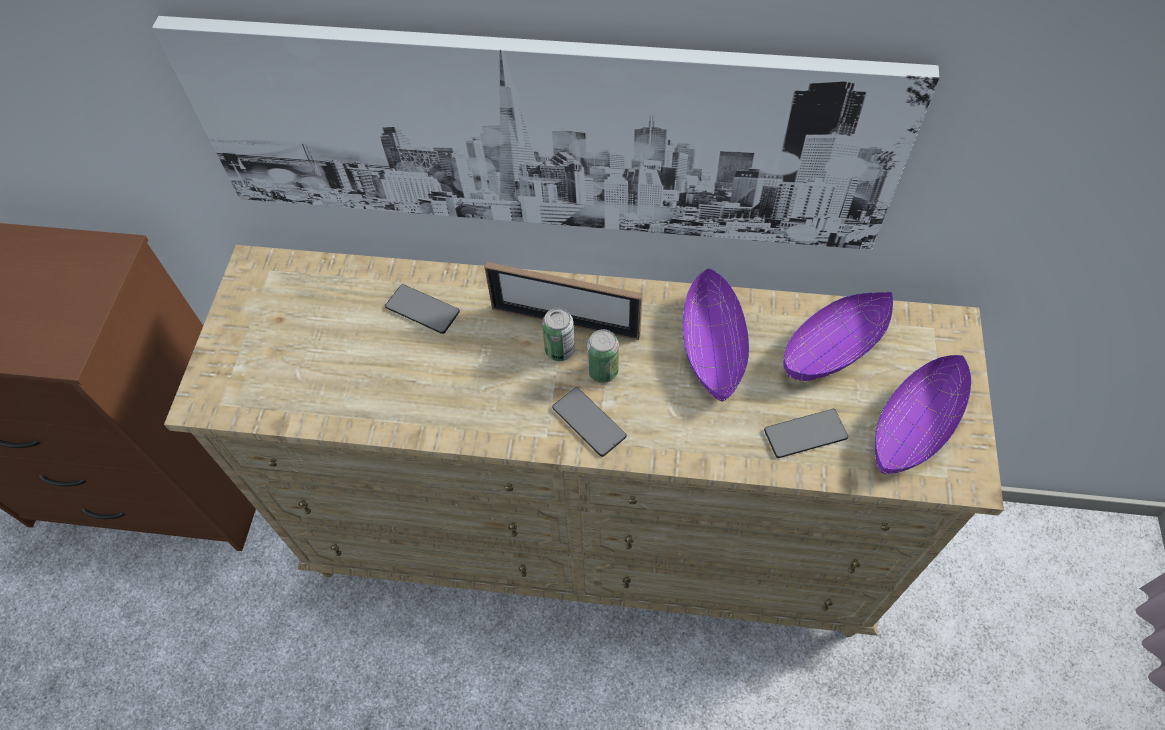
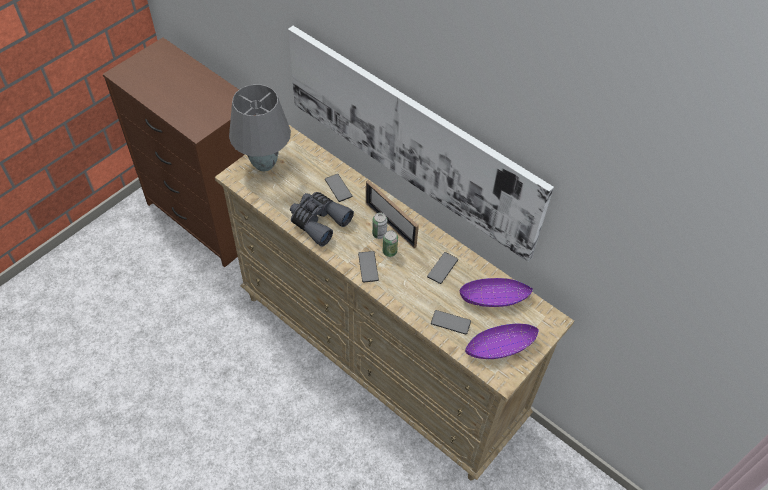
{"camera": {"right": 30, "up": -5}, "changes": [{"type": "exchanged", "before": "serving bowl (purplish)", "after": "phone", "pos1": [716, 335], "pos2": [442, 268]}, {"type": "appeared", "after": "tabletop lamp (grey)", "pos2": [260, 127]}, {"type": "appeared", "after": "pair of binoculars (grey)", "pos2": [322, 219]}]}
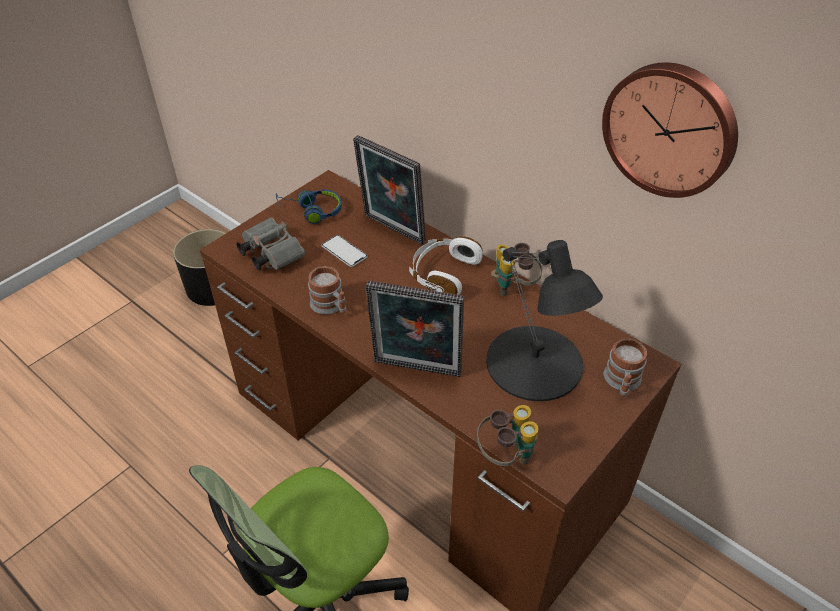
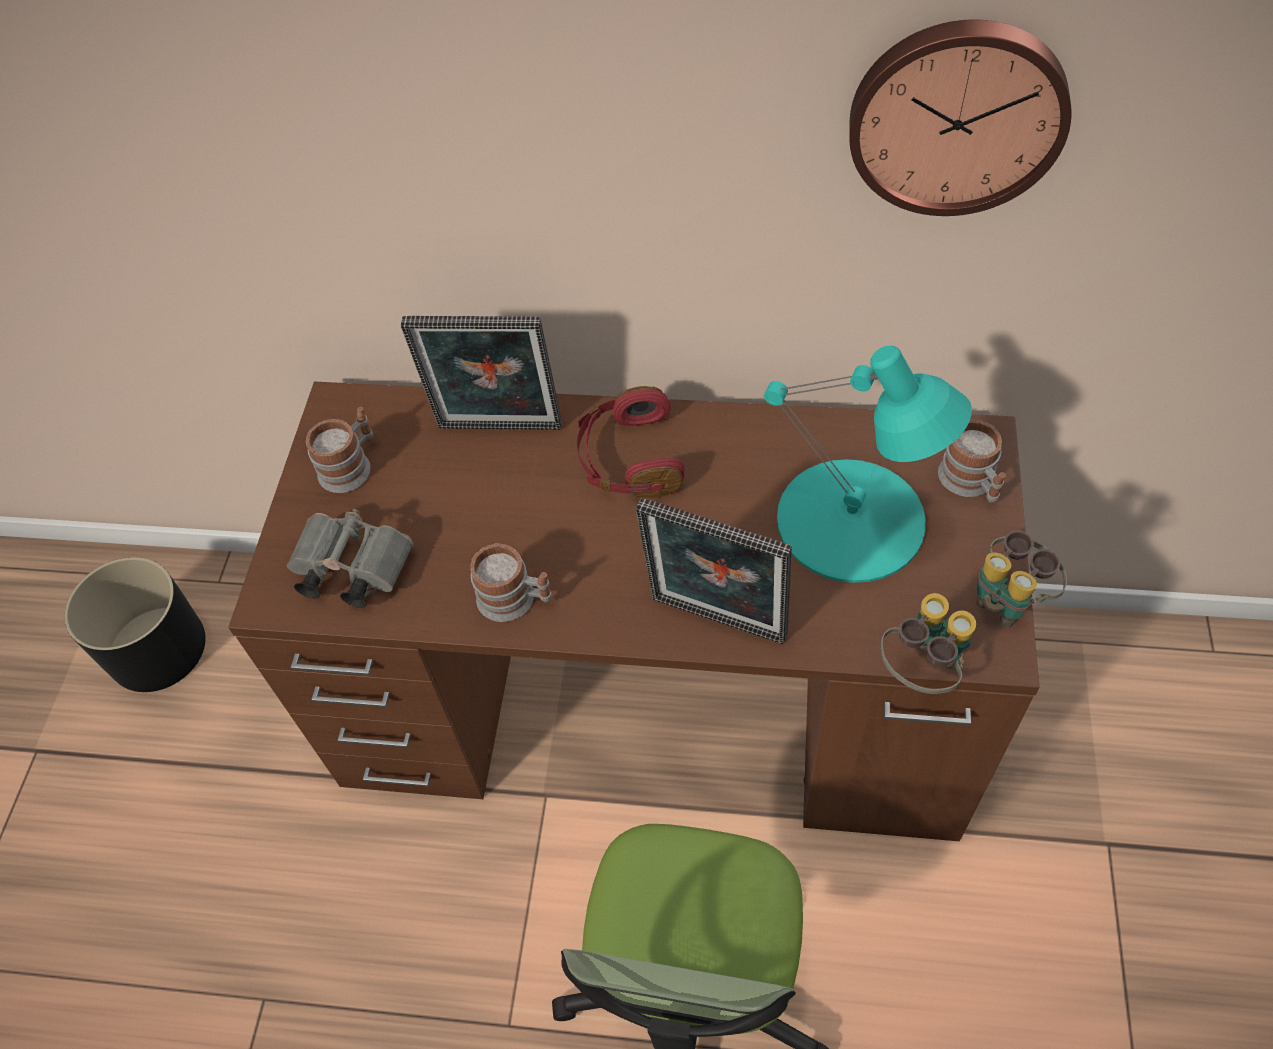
{"camera": {"right": -30, "up": 10}, "changes": [{"type": "exchanged", "before": "headphones (blue-coloured)", "after": "coffee mug", "pos1": [309, 206], "pos2": [339, 450]}, {"type": "missing", "before": "phone", "pos1": [345, 251]}, {"type": "colour", "before": "headphones (white-coloured)", "after": "headphones (red-coloured)", "pos1": [446, 265], "pos2": [630, 442]}, {"type": "colour", "before": "tabletop lamp (black)", "after": "tabletop lamp (turquoise)", "pos1": [544, 320], "pos2": [868, 464]}, {"type": "relocated", "before": "pair of binoculars", "pos1": [516, 269], "pos2": [1021, 579]}, {"type": "spun", "before": "photo frame", "pos1": [415, 329], "pos2": [714, 571], "turn": 45}]}
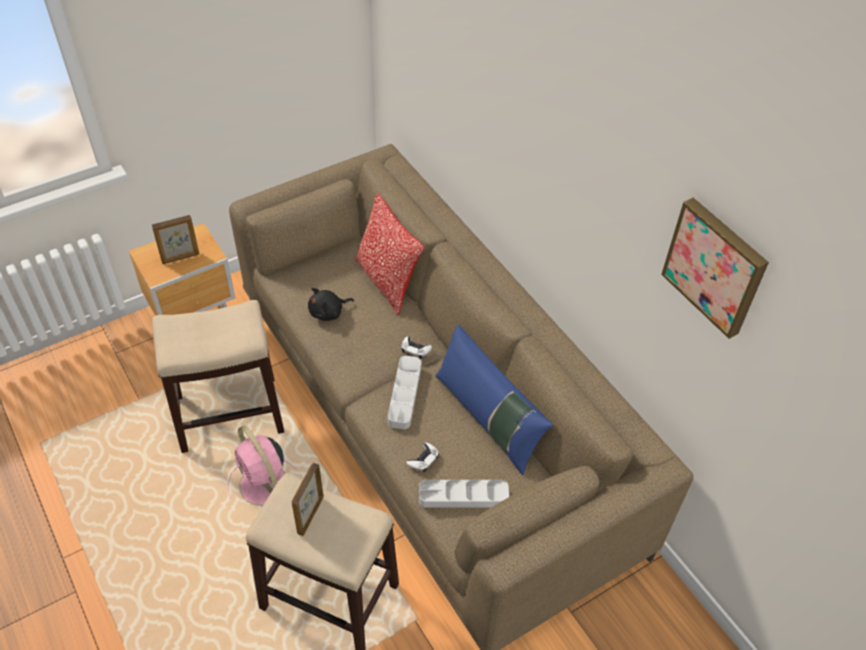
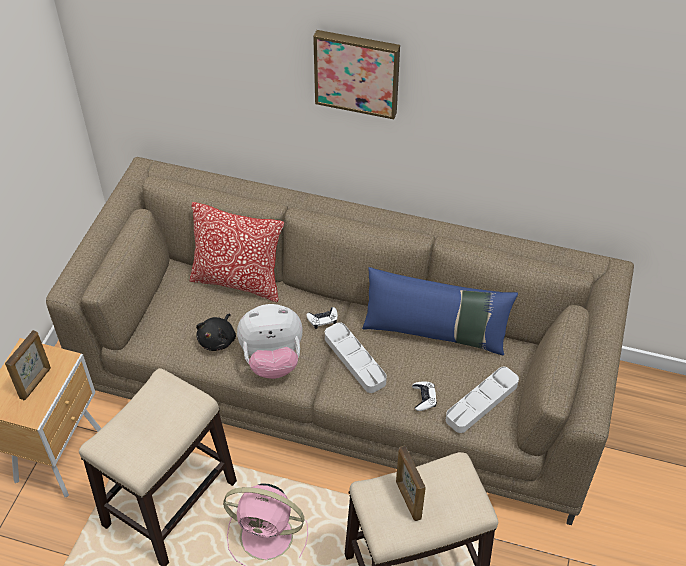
{"camera": {"right": -40, "up": 0}, "changes": [{"type": "relocated", "before": "picture", "pos1": [715, 268], "pos2": [356, 74]}, {"type": "appeared", "after": "cuddly toy", "pos2": [270, 341]}]}
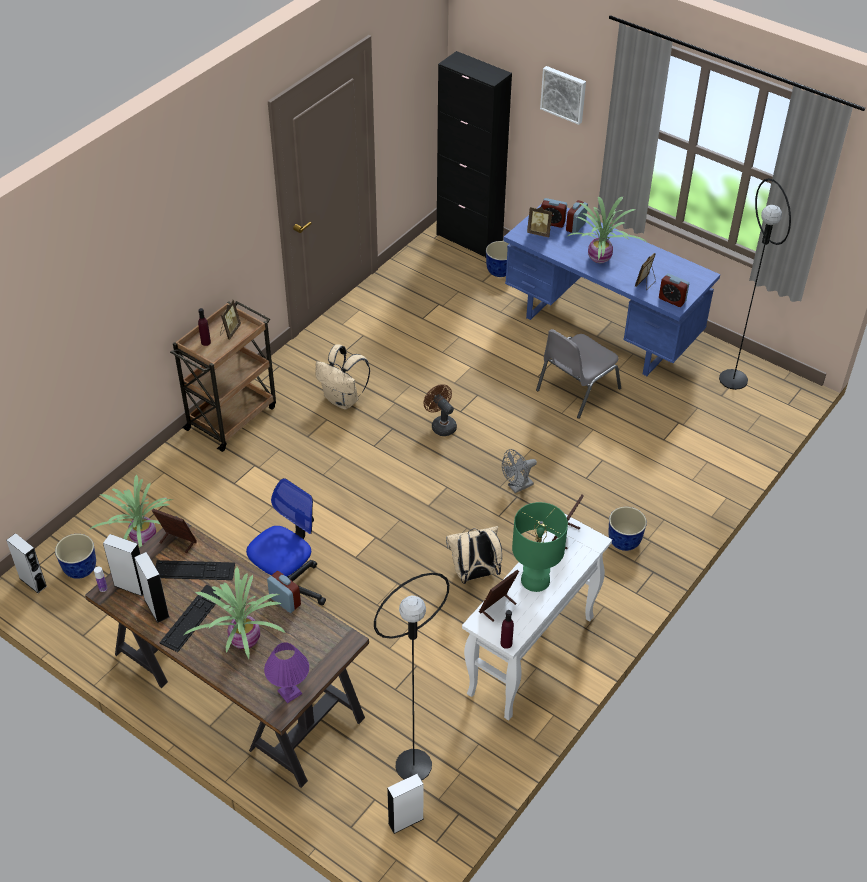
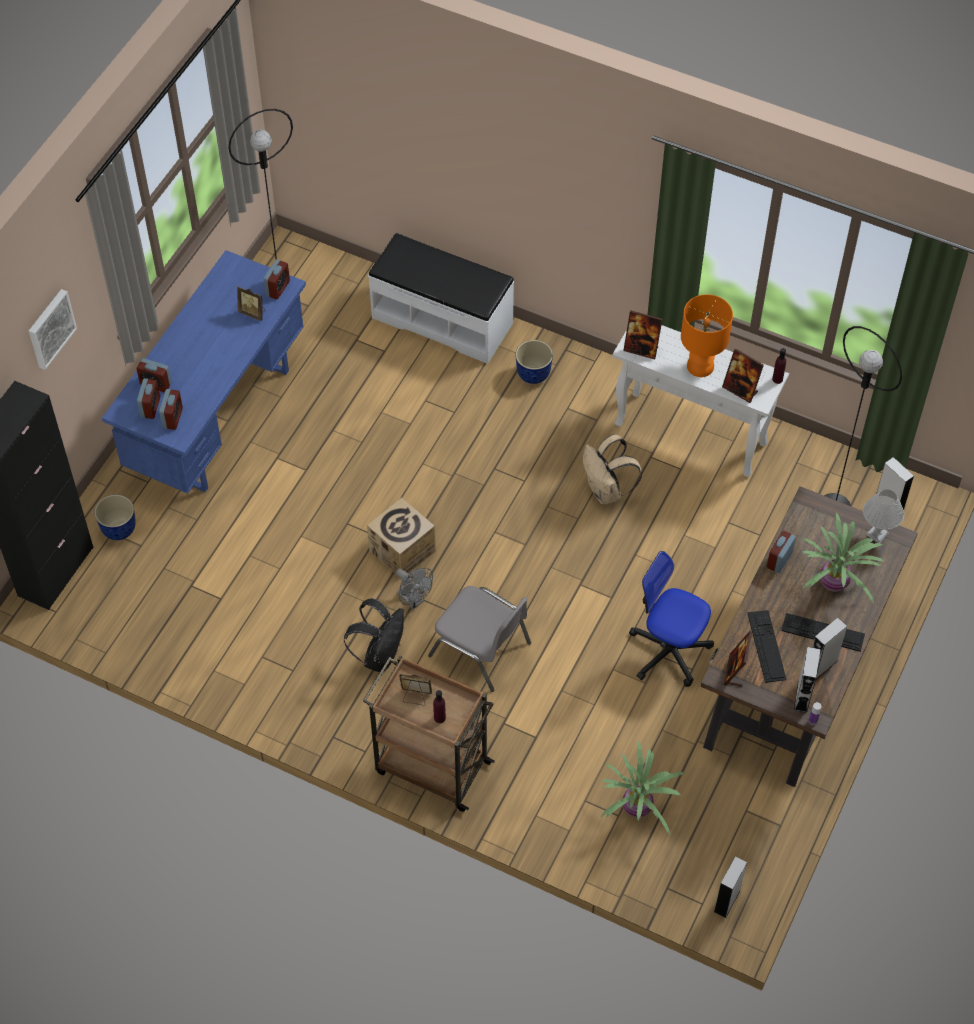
{"camera": {"right": -100, "up": 10}, "changes": [{"type": "missing", "before": "plant in a pot", "pos1": [607, 229]}, {"type": "exchanged", "before": "photo frame", "after": "bedside clock", "pos1": [540, 222], "pos2": [171, 409]}, {"type": "relocated", "before": "upright chair (grey)", "pos1": [578, 374], "pos2": [479, 639]}, {"type": "colour", "before": "knapsack (beige)", "after": "knapsack (black)", "pos1": [342, 377], "pos2": [374, 635]}, {"type": "exchanged", "before": "electric fan (brown)", "after": "packing box", "pos1": [440, 410], "pos2": [401, 535]}, {"type": "relocated", "before": "electric fan (grey)", "pos1": [519, 471], "pos2": [414, 588]}, {"type": "colour", "before": "tabletop lamp (green)", "after": "tabletop lamp (orange)", "pos1": [540, 547], "pos2": [707, 335]}, {"type": "missing", "before": "plant pot", "pos1": [75, 556]}, {"type": "colour", "before": "tabletop lamp (purplish)", "after": "tabletop lamp (white-coloured)", "pos1": [286, 672], "pos2": [883, 516]}, {"type": "appeared", "after": "long seat (white-coloured)", "pos2": [441, 298]}]}
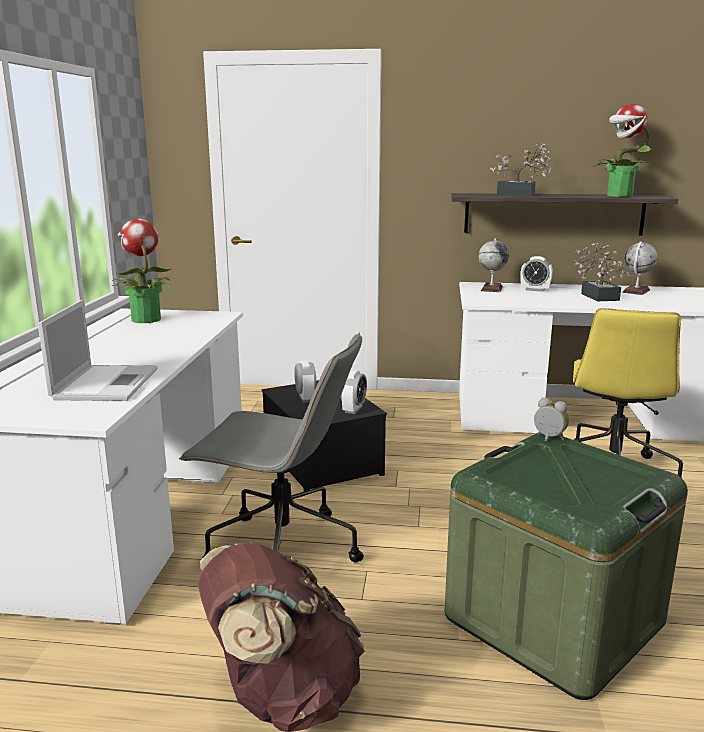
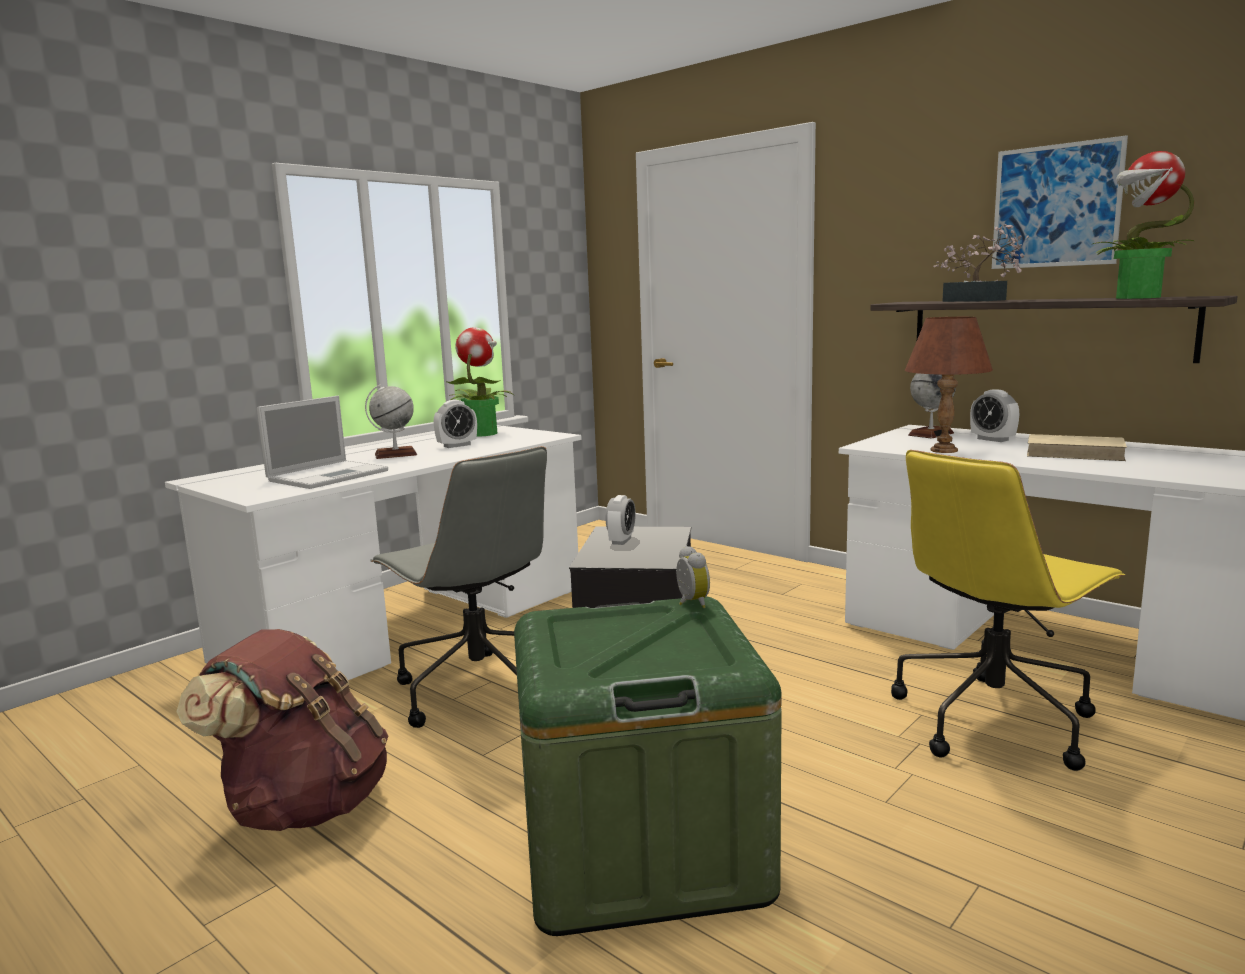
{"camera": {"right": 35, "up": -5}, "changes": [{"type": "relocated", "before": "desk globe", "pos1": [639, 268], "pos2": [391, 422]}, {"type": "exchanged", "before": "plant in a pot", "after": "book (beige)", "pos1": [602, 272], "pos2": [1077, 447]}, {"type": "relocated", "before": "bedside clock", "pos1": [354, 392], "pos2": [455, 424]}, {"type": "appeared", "after": "picture", "pos2": [1060, 202]}, {"type": "appeared", "after": "tabletop lamp (brown)", "pos2": [949, 385]}]}
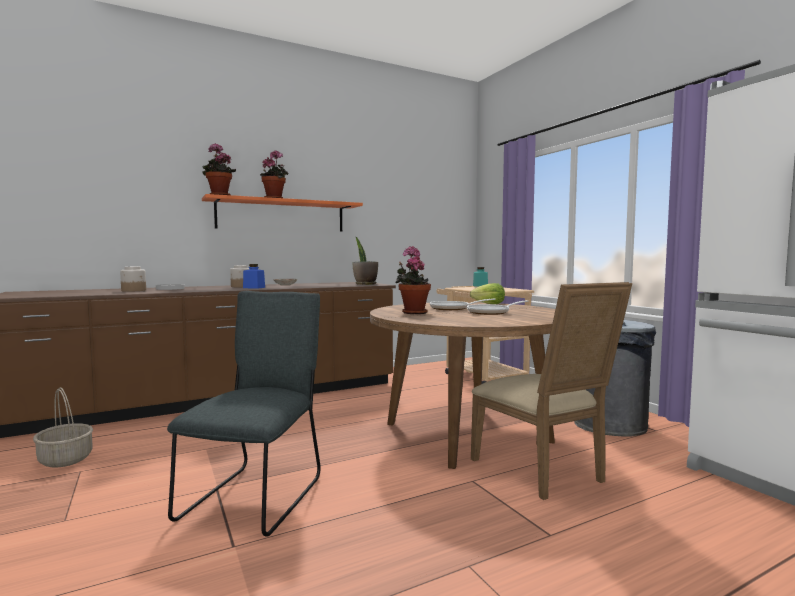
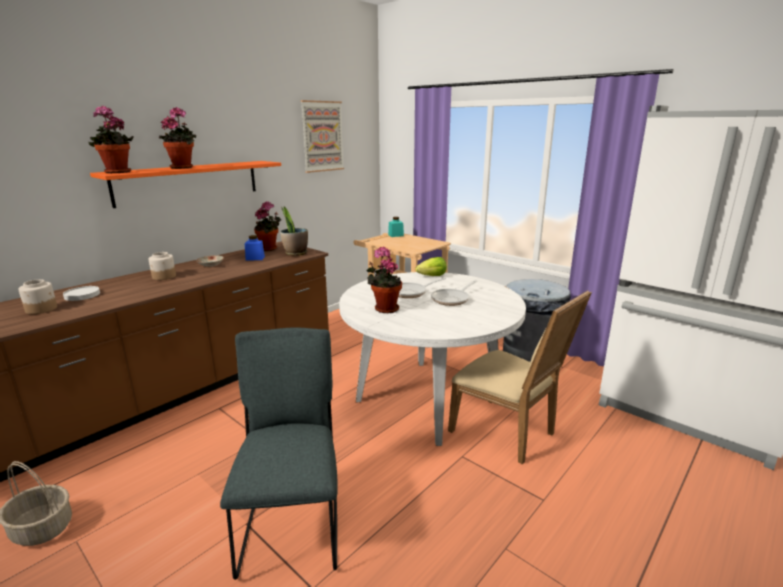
{"camera": {"right": -20, "up": 15}, "changes": [{"type": "relocated", "before": "preserve jar (blue-coloured)", "pos1": [254, 276], "pos2": [255, 248]}, {"type": "colour", "before": "dining table (brown)", "after": "dining table (white-coloured)", "pos1": [462, 385], "pos2": [432, 359]}, {"type": "appeared", "after": "picture", "pos2": [322, 136]}, {"type": "appeared", "after": "plant in a pot", "pos2": [267, 226]}]}
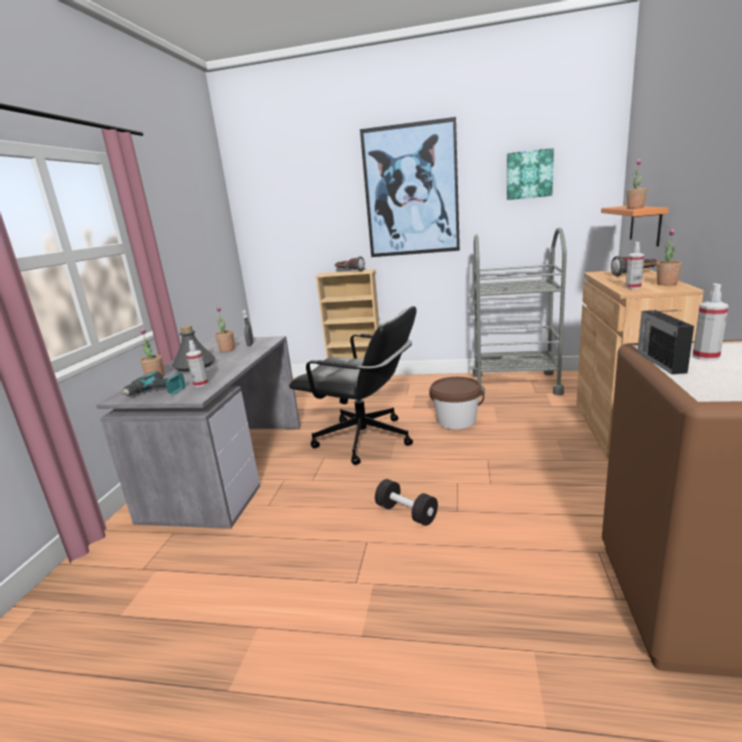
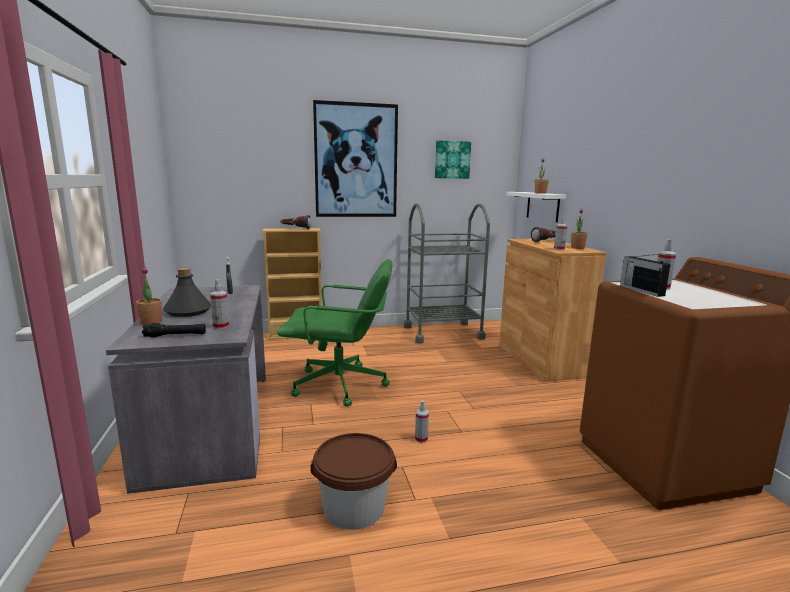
{"camera": {"right": -25, "up": -5}, "changes": [{"type": "colour", "before": "shelf (orange)", "after": "shelf (white-coloured)", "pos1": [635, 226], "pos2": [536, 207]}, {"type": "missing", "before": "plant in a pot", "pos1": [225, 329]}, {"type": "colour", "before": "office chair (black)", "after": "office chair (green)", "pos1": [353, 385], "pos2": [334, 333]}, {"type": "exchanged", "before": "electric drill", "after": "torch (black)", "pos1": [153, 383], "pos2": [174, 330]}, {"type": "relocated", "before": "bucket (brown)", "pos1": [456, 403], "pos2": [353, 481]}, {"type": "exchanged", "before": "free weight (black)", "after": "sprayer", "pos1": [406, 502], "pos2": [422, 421]}]}
